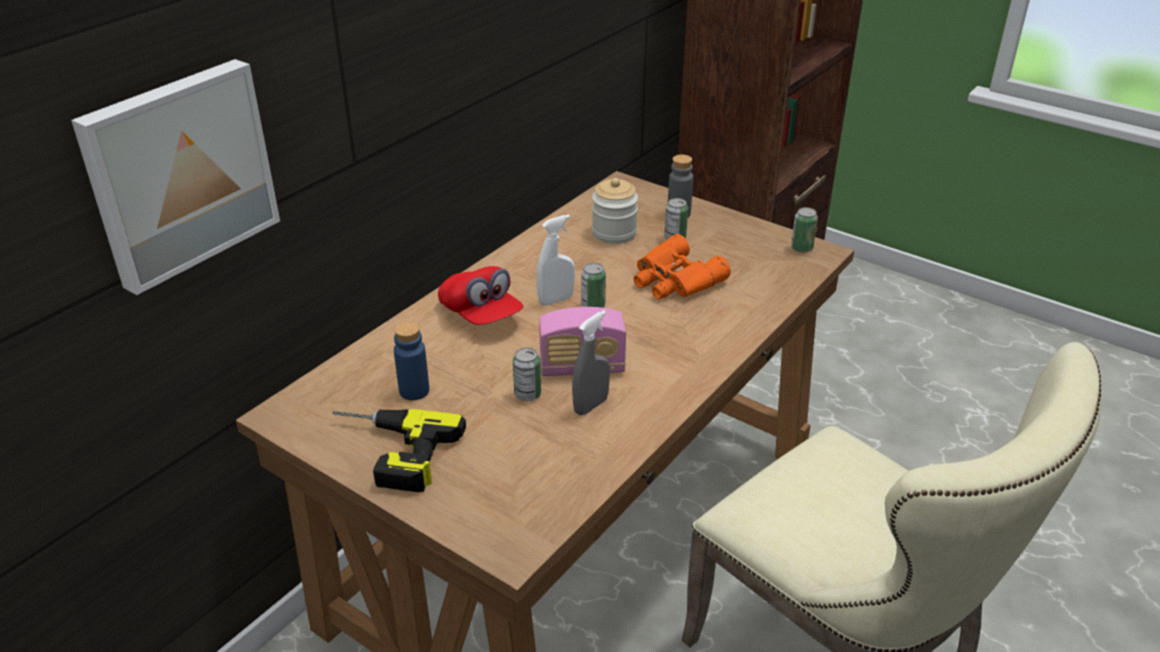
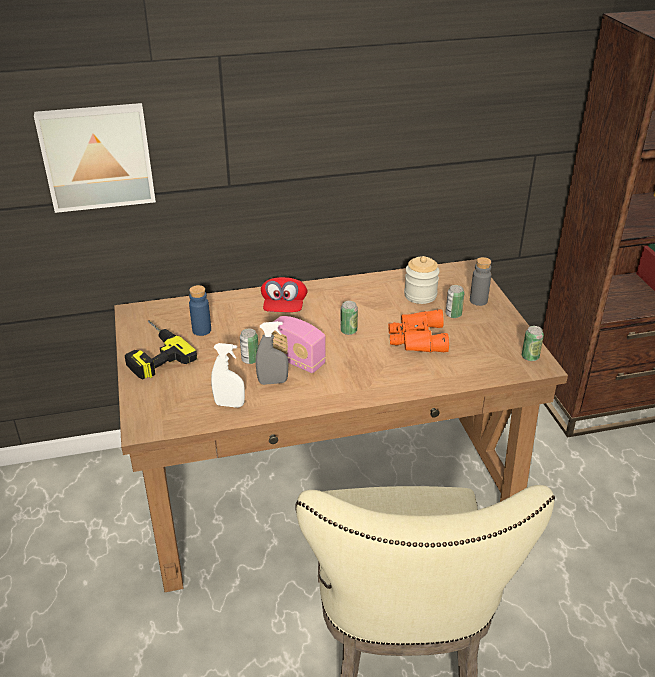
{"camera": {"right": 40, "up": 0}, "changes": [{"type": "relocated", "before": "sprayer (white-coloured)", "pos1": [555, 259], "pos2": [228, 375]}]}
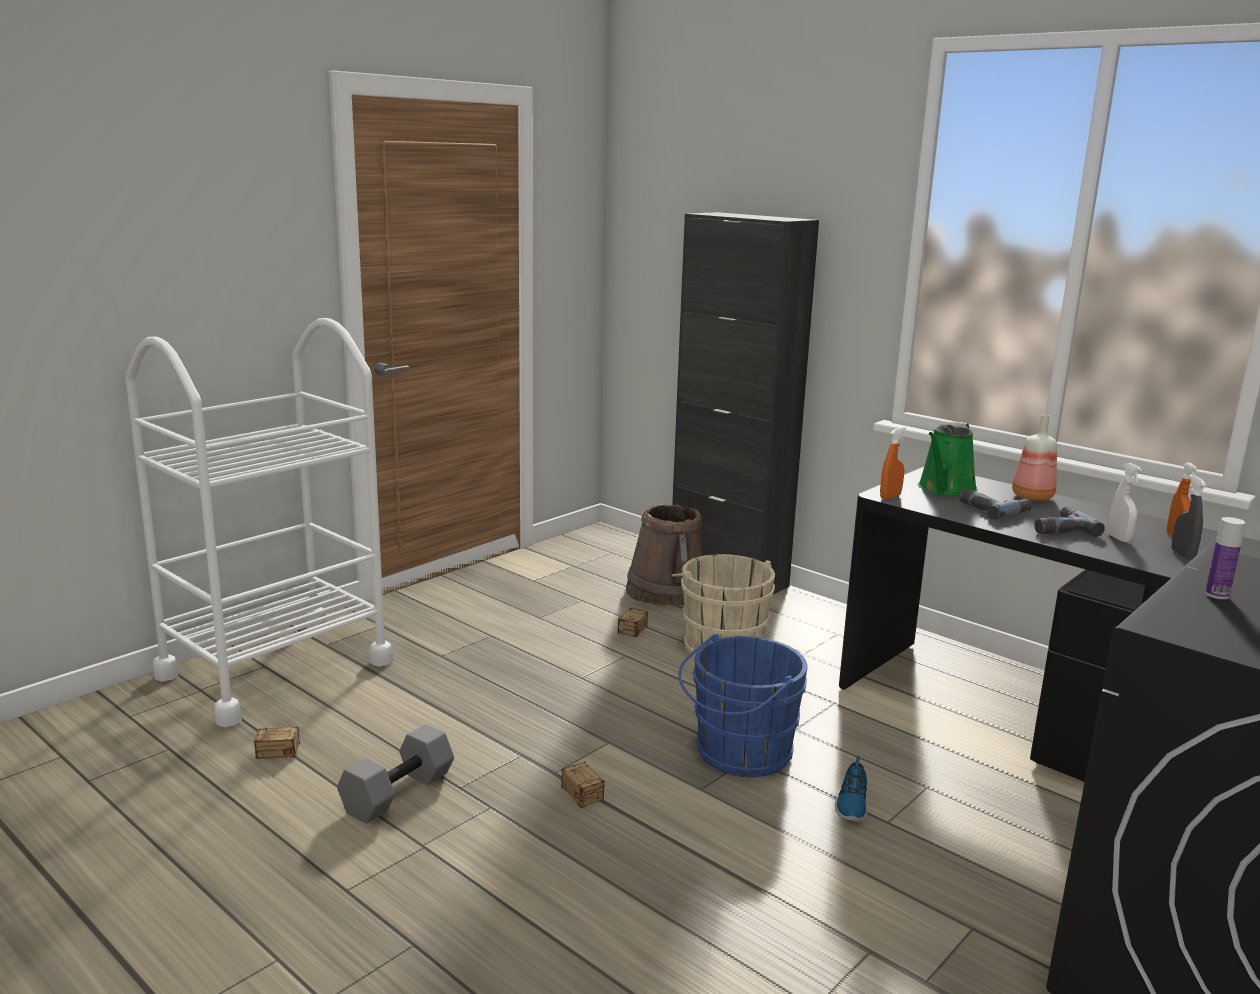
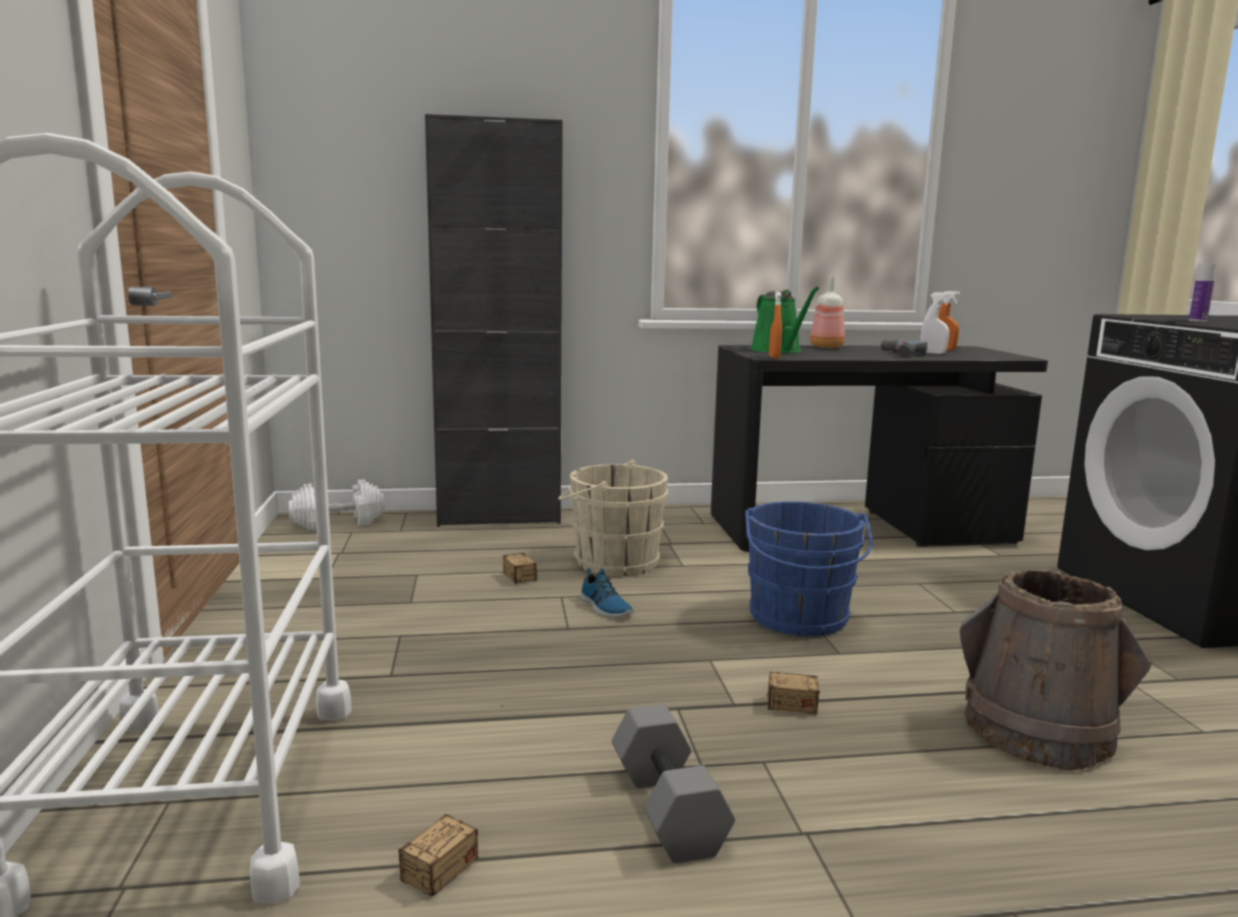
{"camera": {"right": -50, "up": -5}, "changes": [{"type": "missing", "before": "sprayer (grey)", "pos1": [1189, 517]}, {"type": "missing", "before": "electric drill", "pos1": [995, 504]}, {"type": "relocated", "before": "bucket (brown)", "pos1": [664, 555], "pos2": [1056, 670]}, {"type": "relocated", "before": "item of footwear", "pos1": [851, 788], "pos2": [606, 592]}, {"type": "appeared", "after": "free weight (white-coloured)", "pos2": [336, 505]}]}
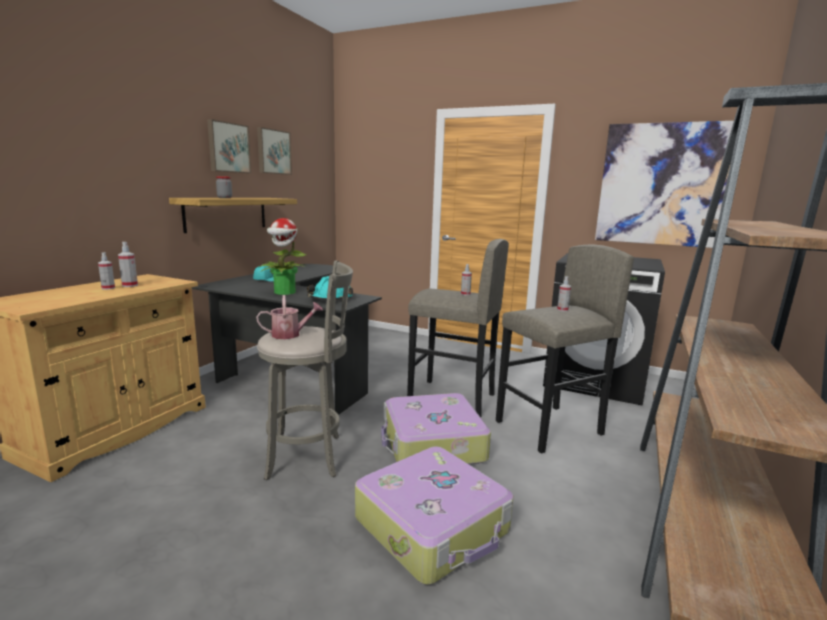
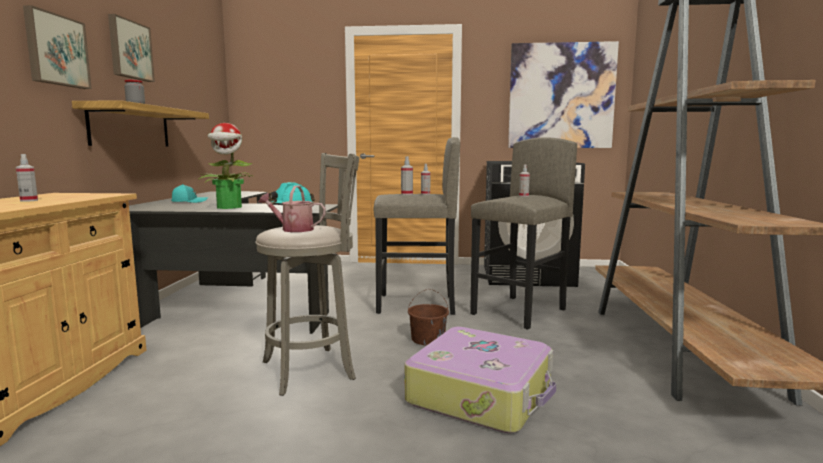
{"camera": {"right": -20, "up": -5}, "changes": [{"type": "relocated", "before": "picture", "pos1": [274, 151], "pos2": [57, 47]}, {"type": "relocated", "before": "sprayer", "pos1": [128, 264], "pos2": [407, 175]}, {"type": "spun", "before": "sprinkling can", "pos1": [289, 317], "pos2": [292, 208], "turn": -135}, {"type": "exchanged", "before": "piece of luggage", "after": "bucket (brown)", "pos1": [436, 429], "pos2": [428, 317]}]}
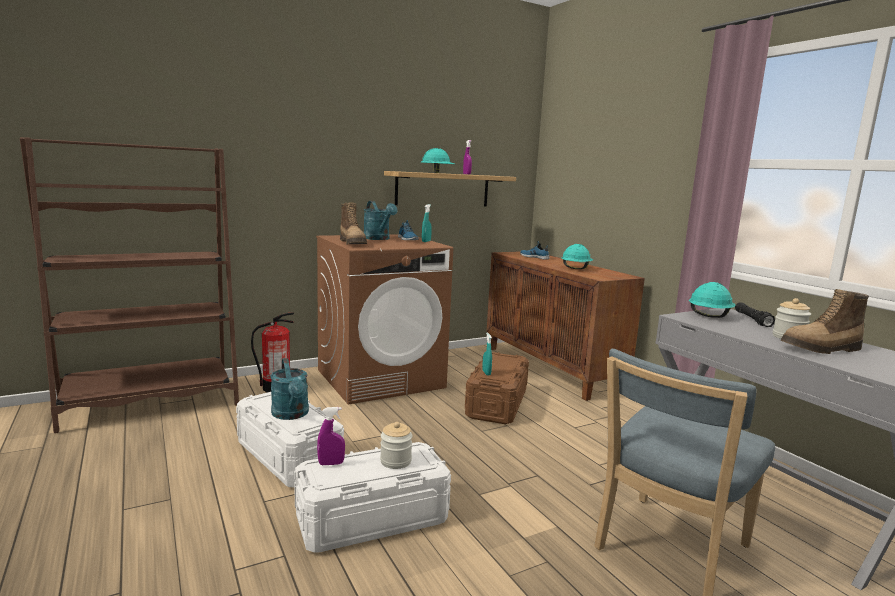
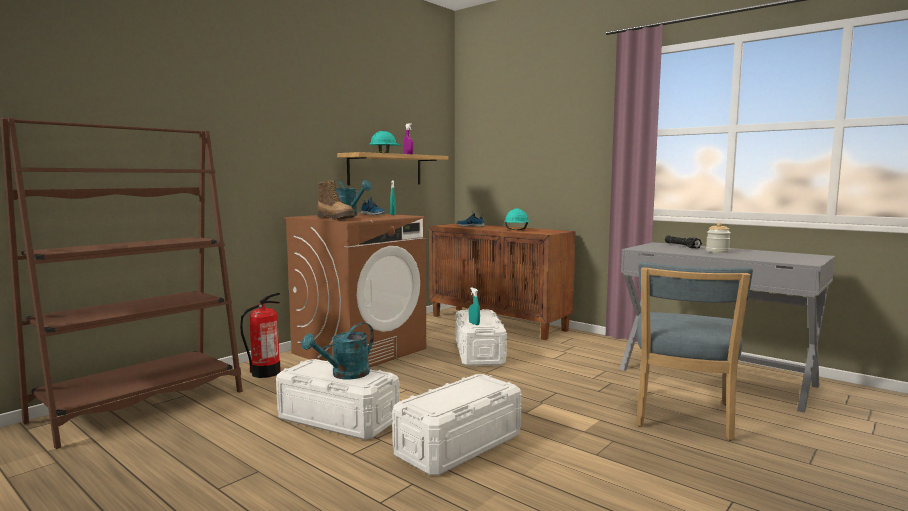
{"camera": {"right": -20, "up": -5}, "changes": [{"type": "missing", "before": "safety helmet (turquoise)", "pos1": [712, 300]}, {"type": "missing", "before": "high-top boot", "pos1": [825, 321]}, {"type": "colour", "before": "storage bin (brown)", "after": "storage bin (white-coloured)", "pos1": [497, 388], "pos2": [481, 337]}, {"type": "spun", "before": "sprinkling can (turquoise)", "pos1": [289, 389], "pos2": [337, 350], "turn": 90}, {"type": "missing", "before": "sprayer (purplish)", "pos1": [331, 436]}, {"type": "missing", "before": "preserve jar", "pos1": [396, 445]}]}
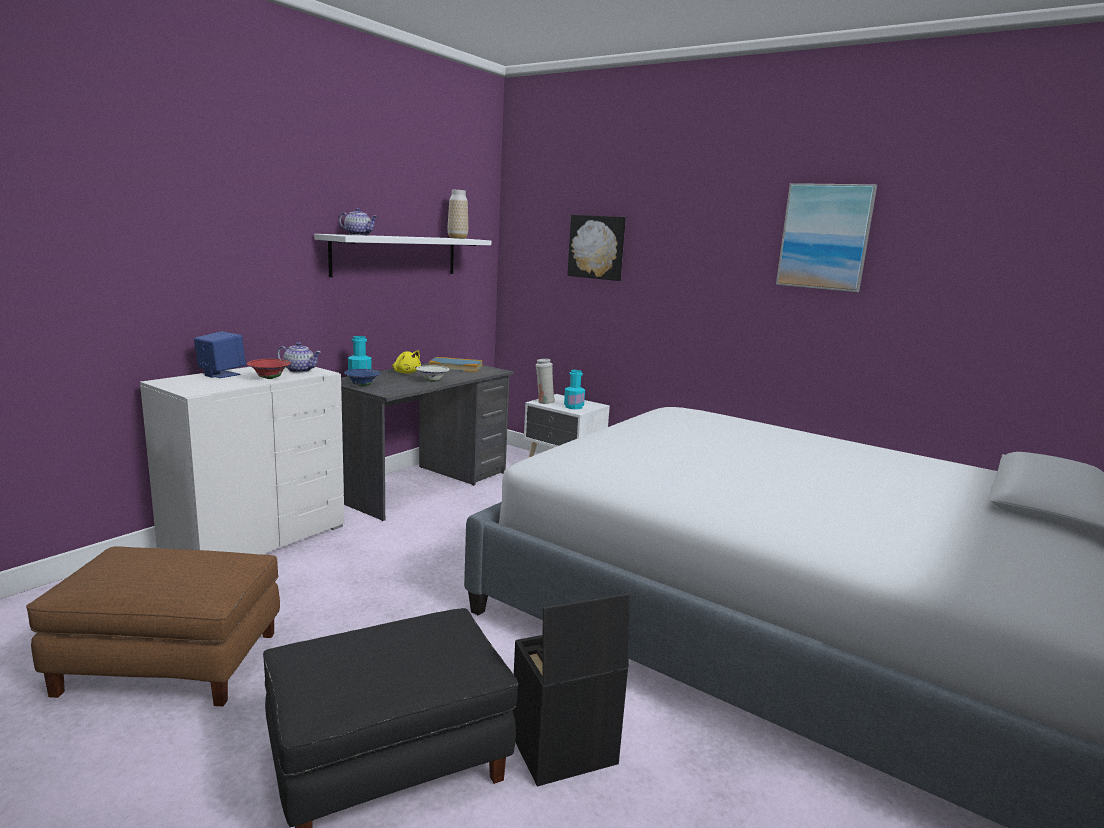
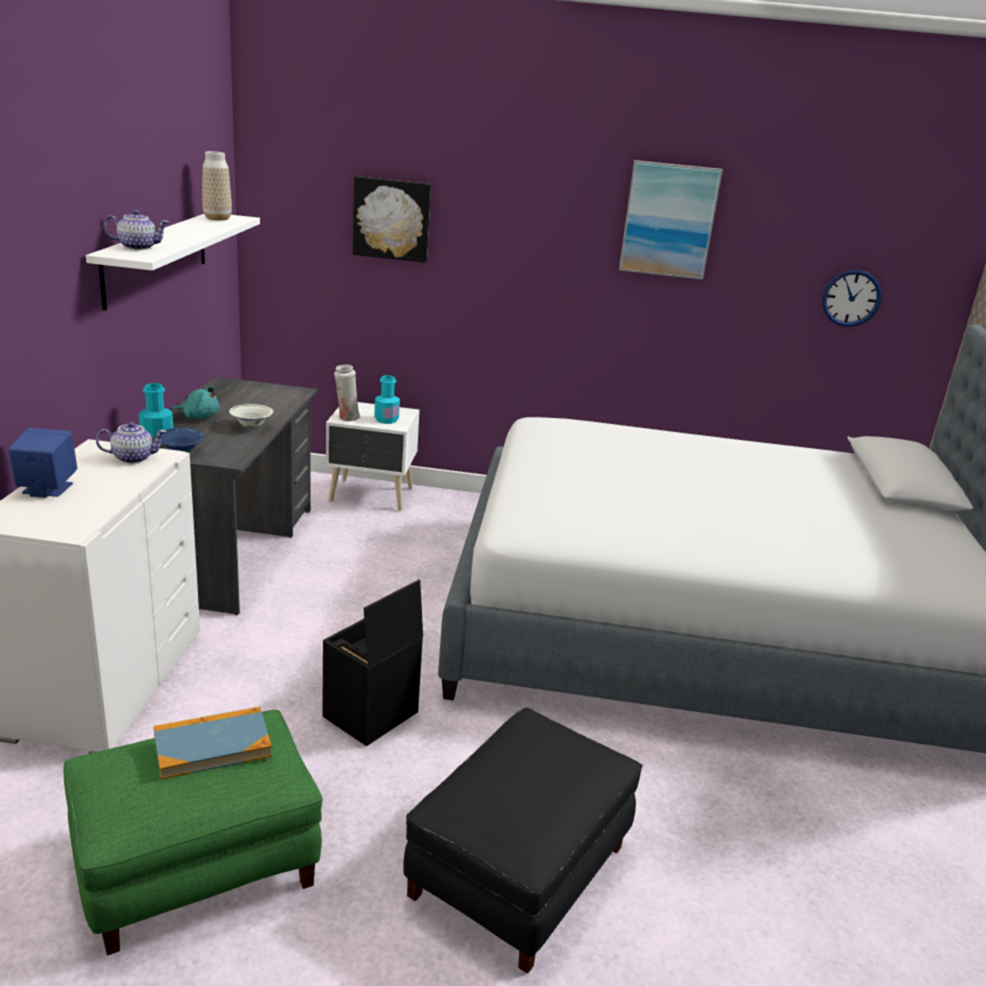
{"camera": {"right": -30, "up": 10}, "changes": [{"type": "colour", "before": "cuddly toy (yellow)", "after": "cuddly toy (turquoise)", "pos1": [406, 362], "pos2": [195, 402]}, {"type": "relocated", "before": "book", "pos1": [455, 364], "pos2": [213, 743]}, {"type": "missing", "before": "serving bowl (red-coloured)", "pos1": [269, 369]}, {"type": "colour", "before": "footrest (brown)", "after": "footrest (green)", "pos1": [153, 626], "pos2": [193, 832]}, {"type": "relocated", "before": "storage bin (black)", "pos1": [571, 689], "pos2": [372, 663]}, {"type": "appeared", "after": "wall clock", "pos2": [852, 298]}]}
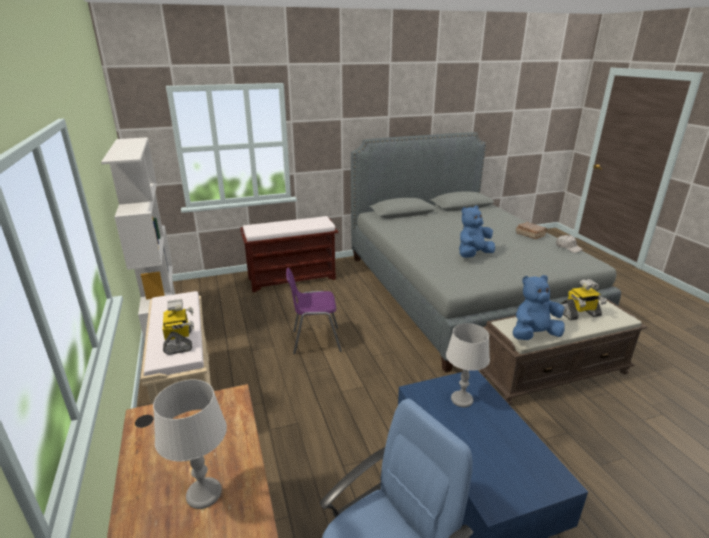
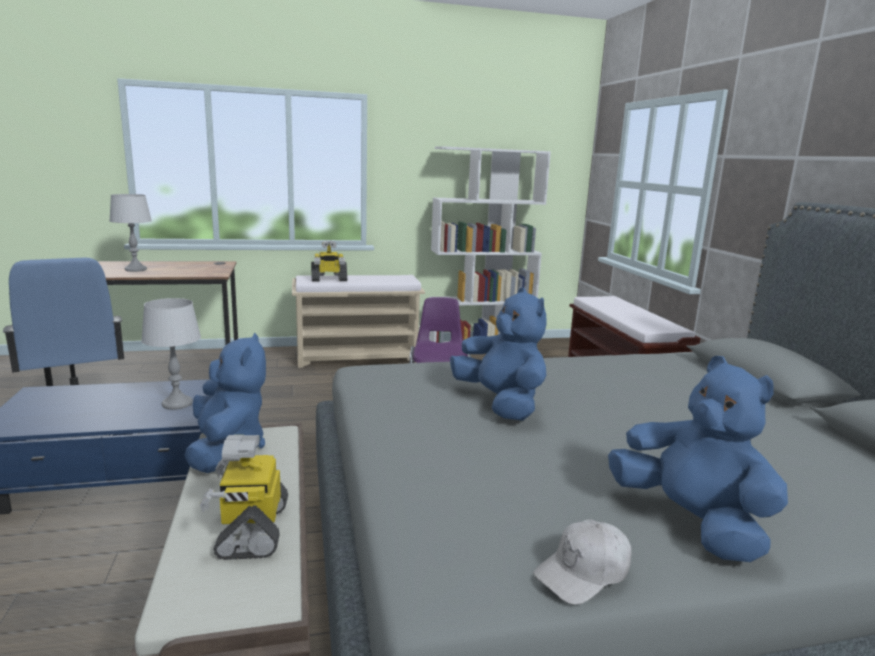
{"camera": {"right": 95, "up": -10}, "changes": [{"type": "exchanged", "before": "book (brown)", "after": "cuddly toy (blue-coloured)", "pos1": [532, 230], "pos2": [698, 459]}]}
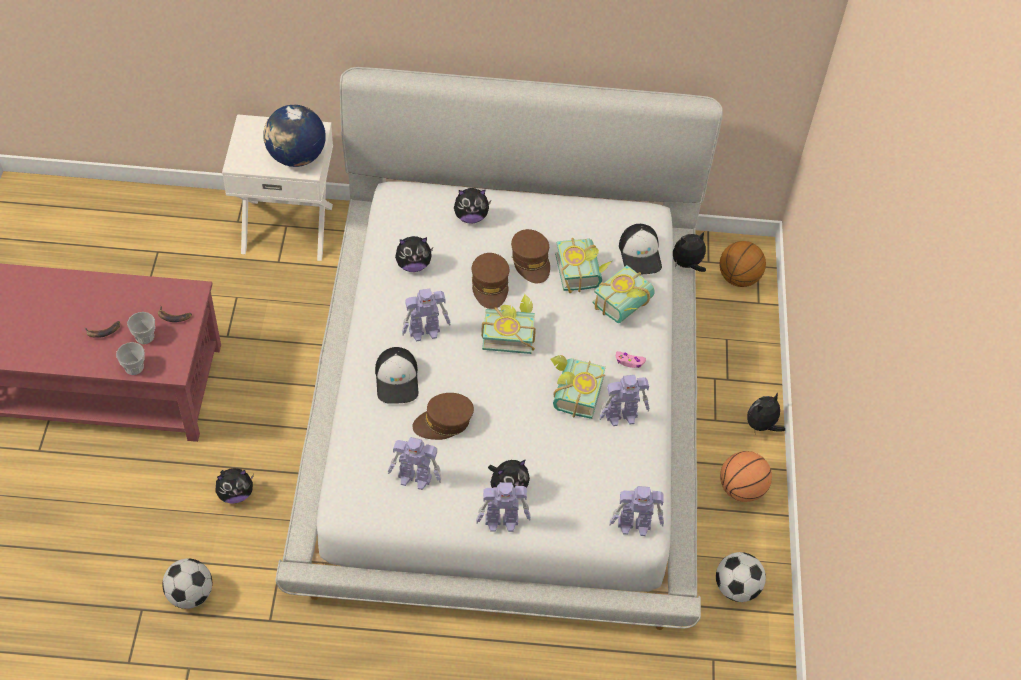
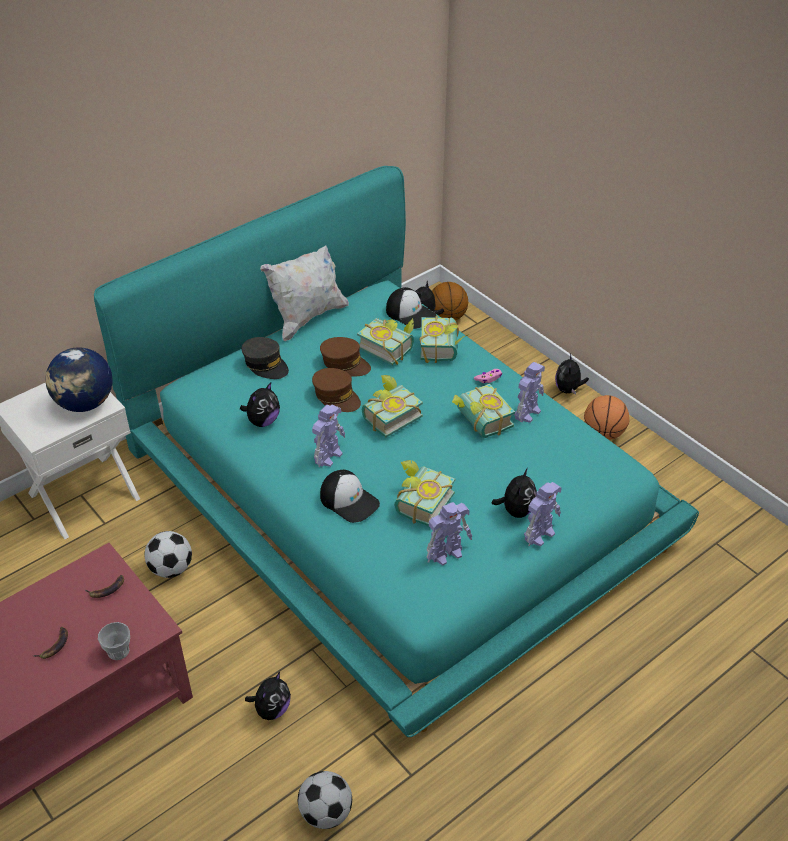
{"camera": {"right": -40, "up": -10}, "changes": [{"type": "colour", "before": "bedroom bed (white-coloured)", "after": "bedroom bed (turquoise)", "pos1": [499, 348], "pos2": [396, 451]}, {"type": "exchanged", "before": "cuddly toy", "after": "peaked cap (grey)", "pos1": [472, 206], "pos2": [265, 358]}, {"type": "missing", "before": "small cup", "pos1": [141, 328]}, {"type": "exchanged", "before": "peaked cap (brown)", "after": "book", "pos1": [443, 416], "pos2": [424, 493]}, {"type": "missing", "before": "model robot", "pos1": [636, 511]}, {"type": "relocated", "before": "ball for football", "pos1": [741, 577], "pos2": [168, 554]}, {"type": "appeared", "after": "cushion (white-coloured)", "pos2": [304, 293]}]}
